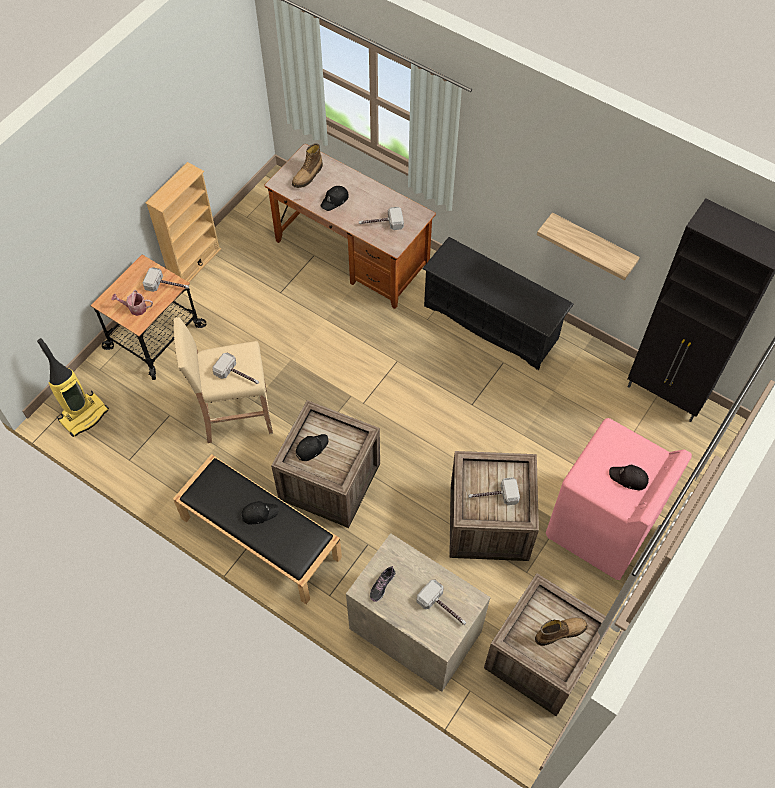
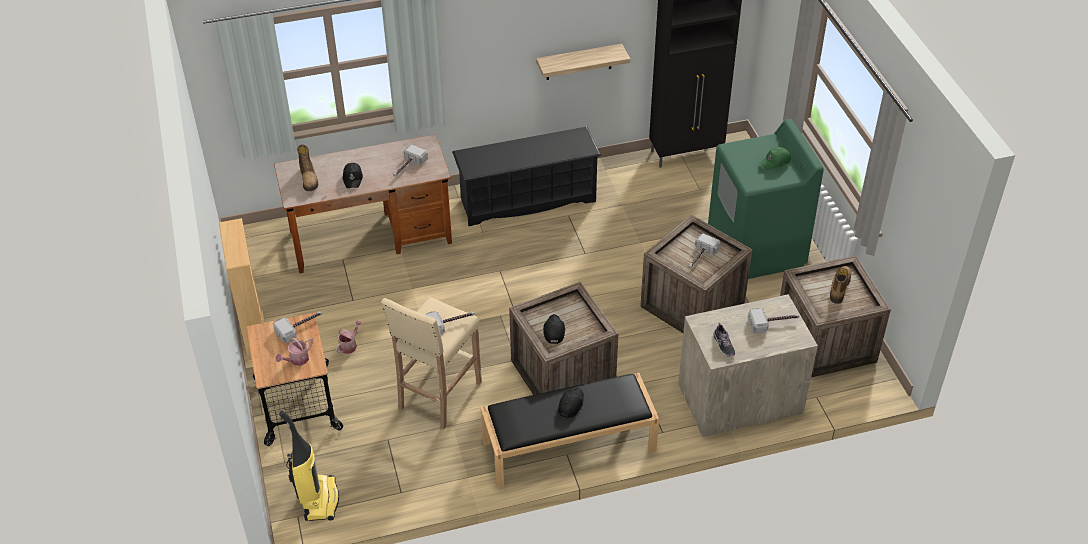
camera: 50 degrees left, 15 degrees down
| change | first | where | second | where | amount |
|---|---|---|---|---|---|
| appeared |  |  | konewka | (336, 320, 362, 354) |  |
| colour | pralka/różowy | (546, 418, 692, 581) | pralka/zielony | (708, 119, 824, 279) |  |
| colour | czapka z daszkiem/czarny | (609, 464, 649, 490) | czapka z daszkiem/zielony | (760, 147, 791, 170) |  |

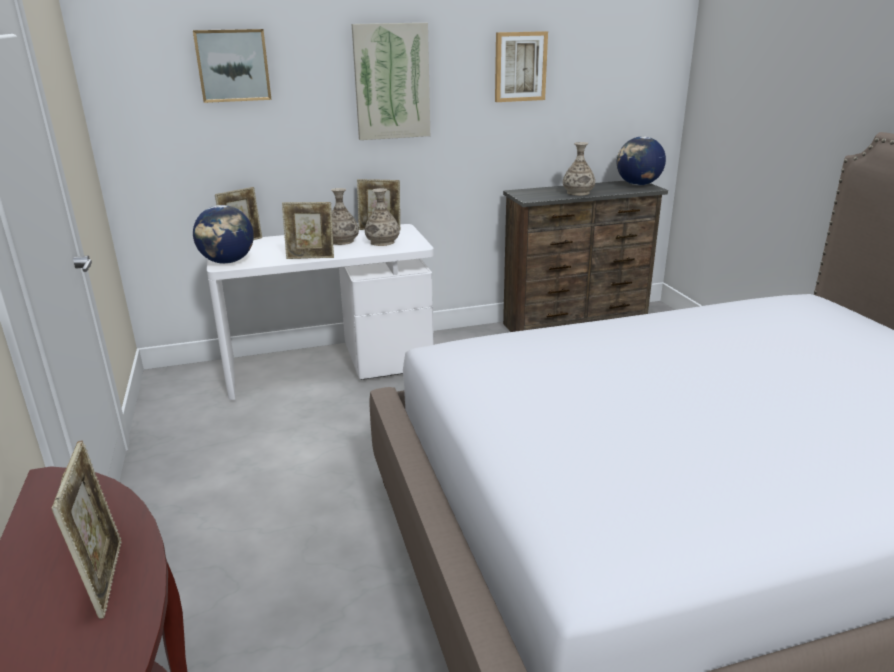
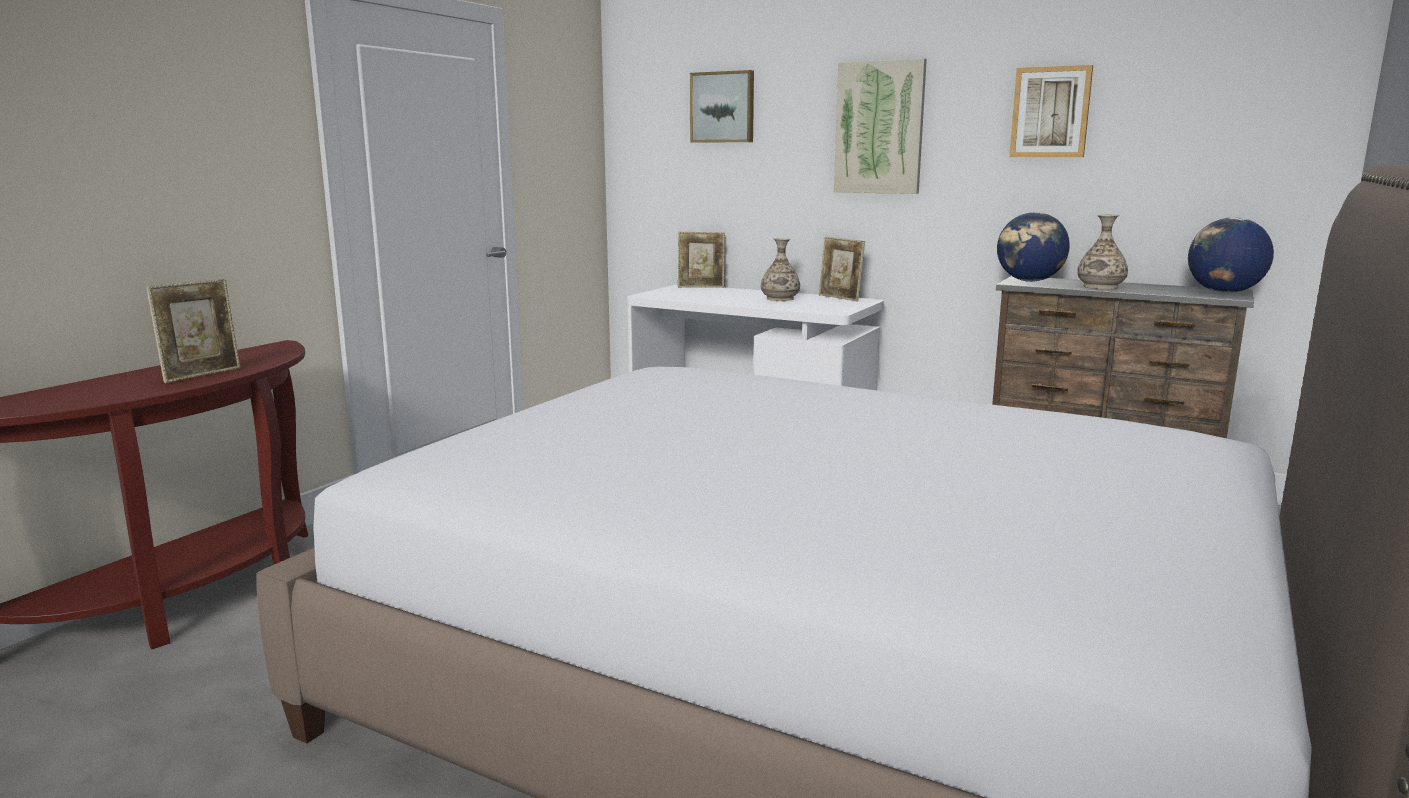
camera: 45 degrees right, 10 degrees down
| change | first | where | second | where | amount |
|---|---|---|---|---|---|
| missing | ramka na zdjęcie | (282, 202, 334, 259) |  |  |  |
| missing | wazon | (365, 188, 400, 246) |  |  |  |
| relocated | globus | (193, 205, 254, 264) |  | (997, 212, 1070, 282) |  |

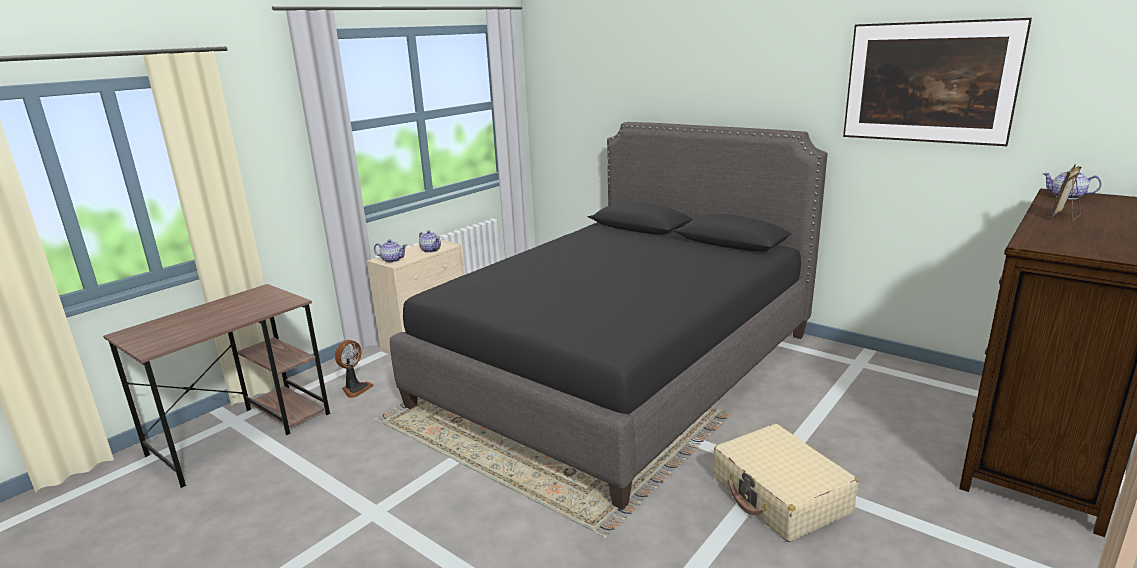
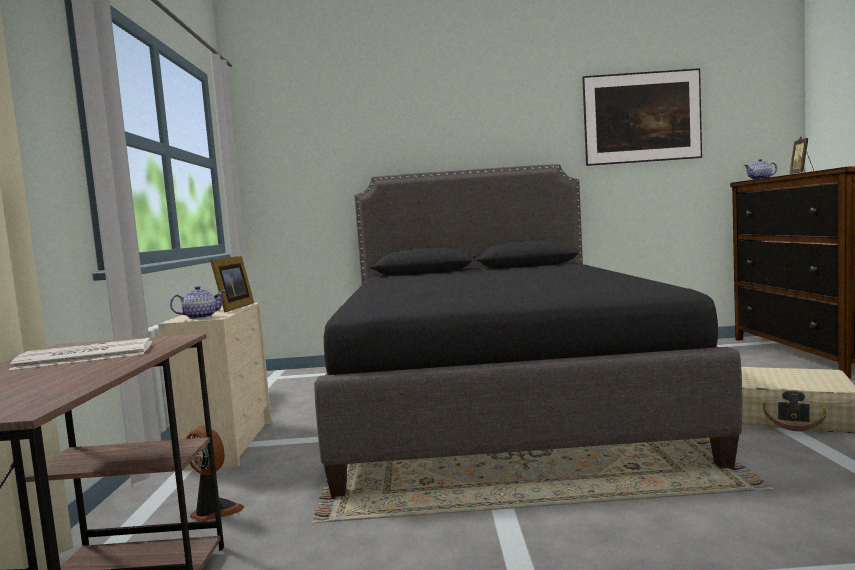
camera: 40 degrees left, 15 degrees down
| change | first | where | second | where | amount |
|---|---|---|---|---|---|
| appeared |  |  | gazeta | (9, 338, 152, 370) |  |
| exchanged | imbryk | (419, 230, 441, 253) | ramka na zdjęcie | (210, 256, 254, 313) |  |
| spun | wentylator | (335, 340, 374, 398) |  | (186, 425, 244, 521) | 45 degrees counterclockwise |

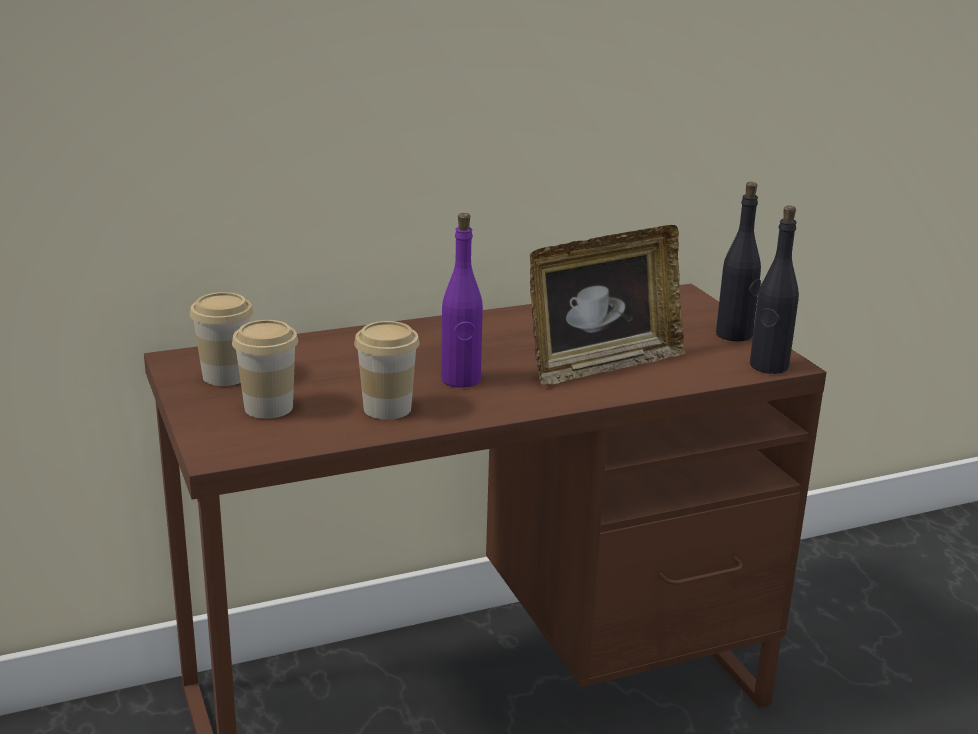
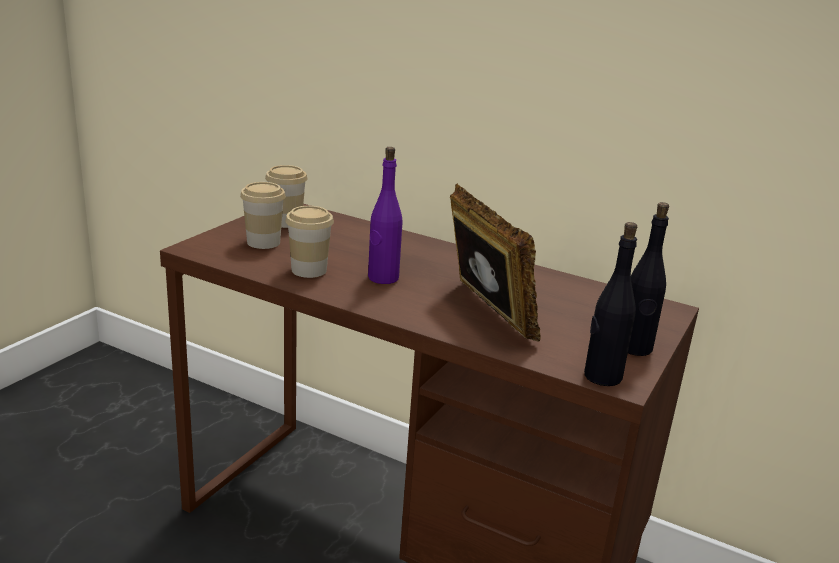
camera: 50 degrees right, 0 degrees up
| change | first | where | second | where | amount |
|---|---|---|---|---|---|
| spun | ramka na zdjęcie | (530, 225, 686, 385) |  | (450, 183, 540, 342) | 135 degrees counterclockwise |

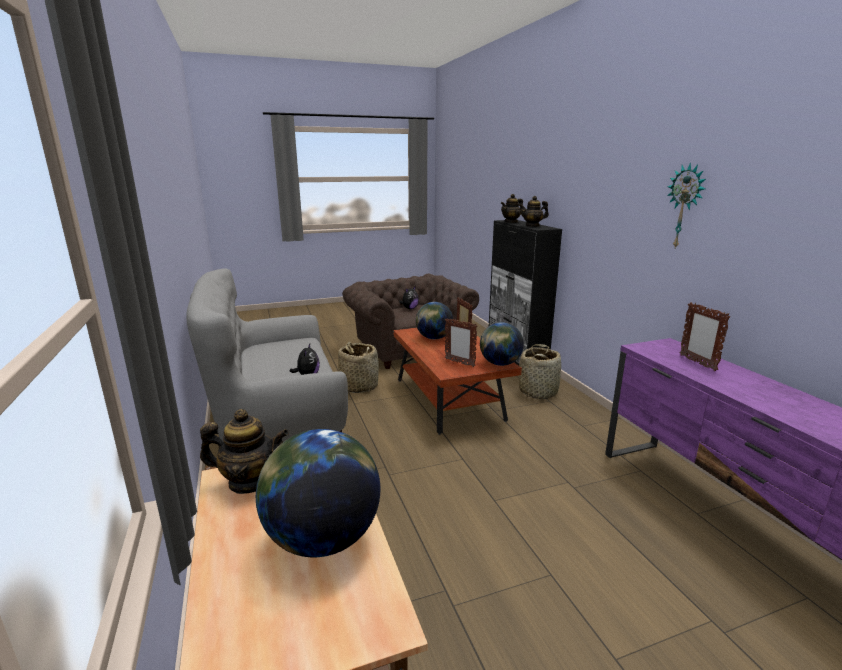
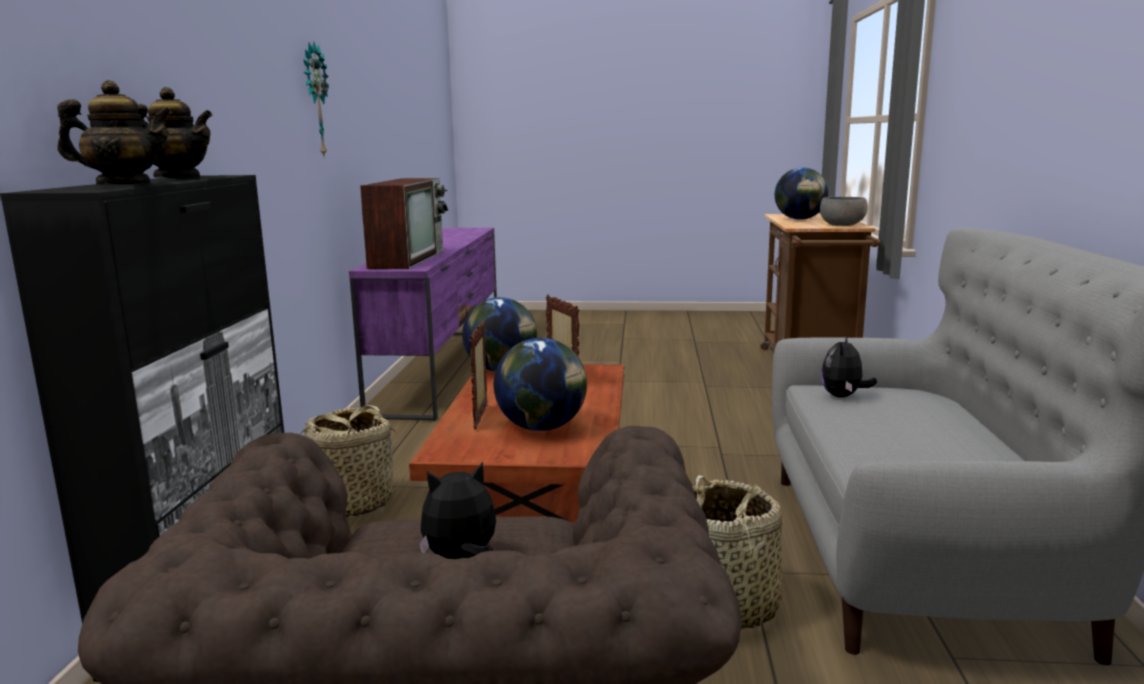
camera: 155 degrees left, 5 degrees down
| change | first | where | second | where | amount |
|---|---|---|---|---|---|
| exchanged | imbryk | (200, 409, 289, 494) | miska/szary | (820, 197, 868, 226) |  |
| exchanged | ramka na zdjęcie | (680, 302, 730, 371) | telewizor | (360, 178, 448, 269) |  |

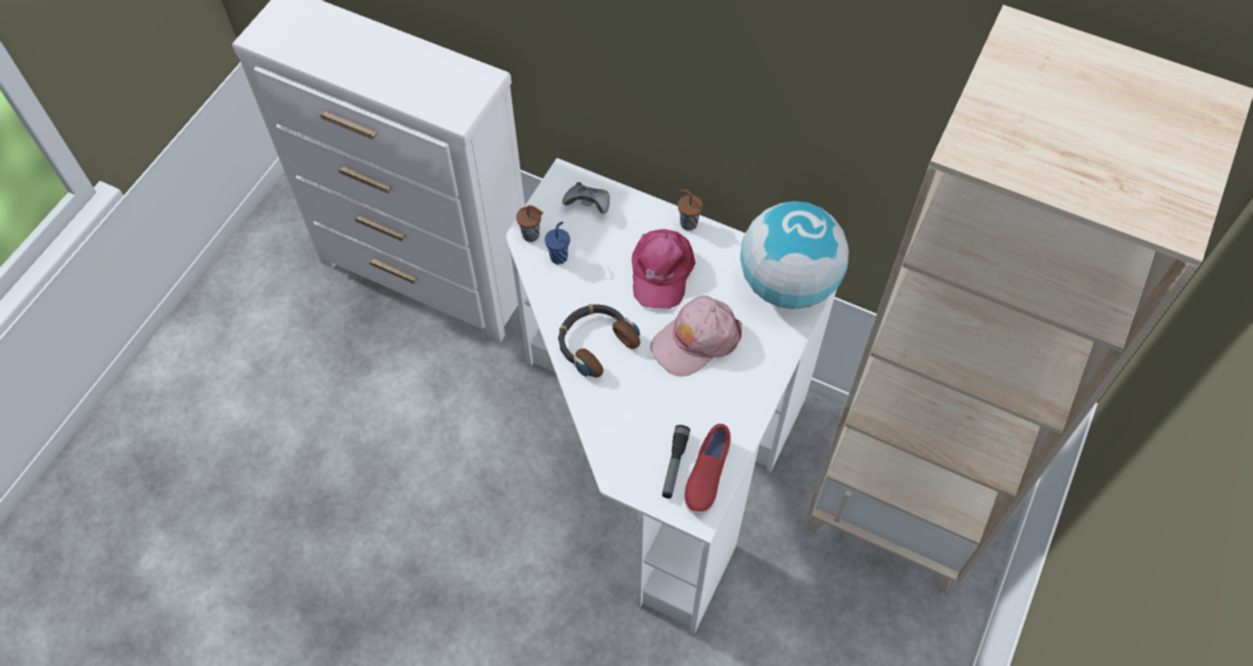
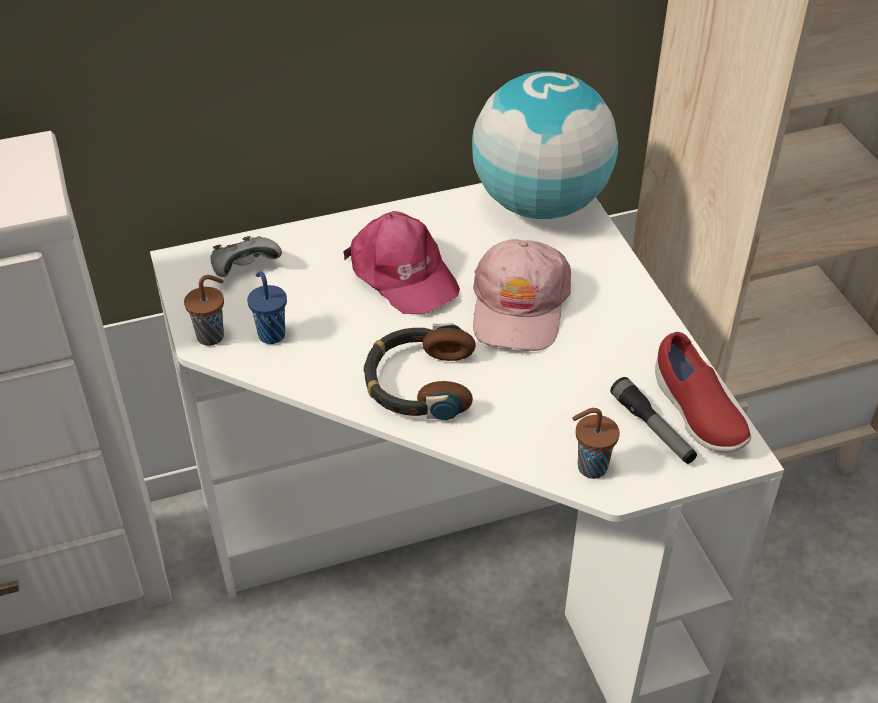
camera: 45 degrees left, 15 degrees down
| change | first | where | second | where | amount |
|---|---|---|---|---|---|
| relocated | filiżanka/brązowy | (678, 190, 703, 231) |  | (572, 408, 620, 479) |  |

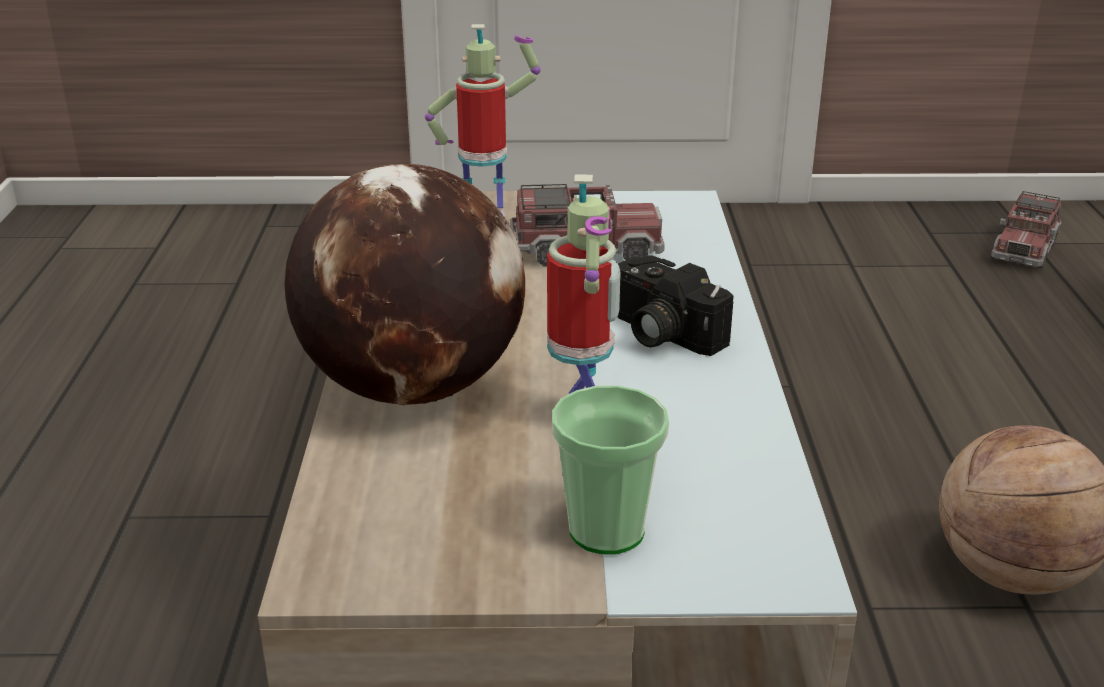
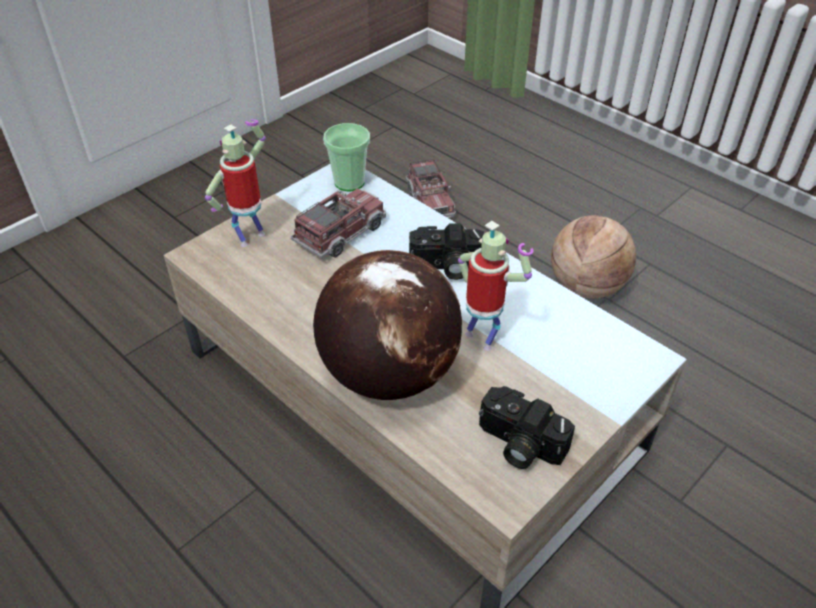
camera: 45 degrees left, 15 degrees up
| change | first | where | second | where | amount |
|---|---|---|---|---|---|
| appeared |  |  | aparat fotograficzny | (479, 386, 575, 469) |  |
| relocated | filiżanka | (552, 386, 669, 555) |  | (323, 123, 370, 191) |  |
| relocated | ciężarówka zabawkowa | (991, 191, 1062, 268) |  | (405, 159, 456, 218) |  |

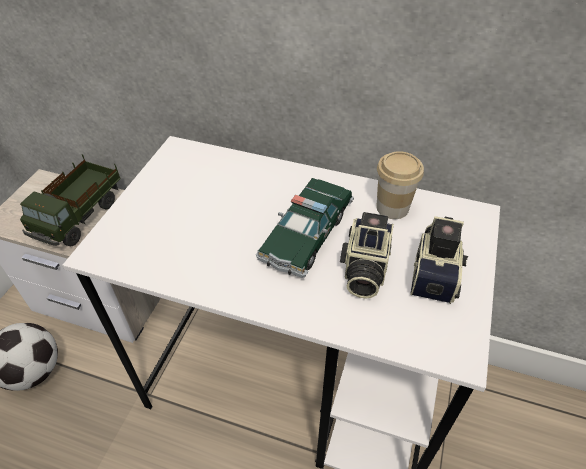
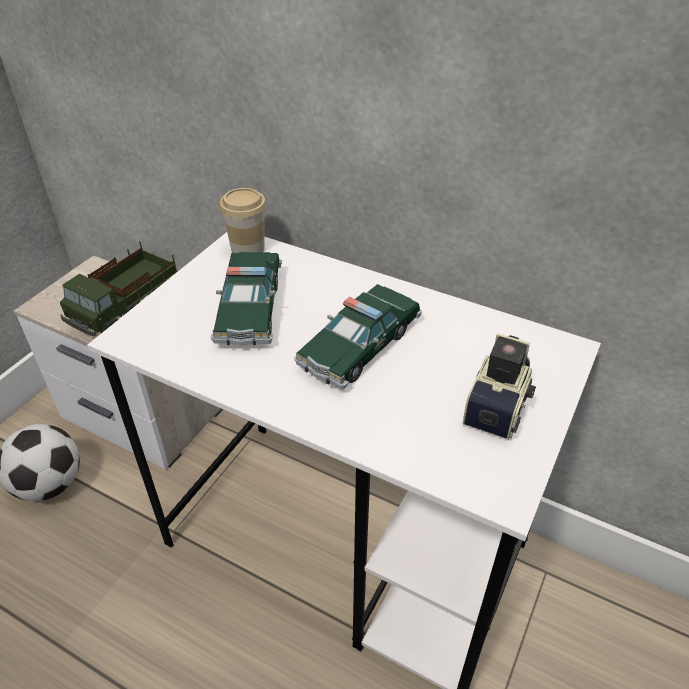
camera: 10 degrees right, 5 degrees down
| change | first | where | second | where | amount |
|---|---|---|---|---|---|
| missing | aparat fotograficzny | (340, 212, 394, 299) |  |  |  |
| appeared |  |  | samochodzik | (211, 252, 282, 346) |  |
| relocated | filiżanka | (376, 151, 424, 219) |  | (219, 188, 266, 253) |  |

